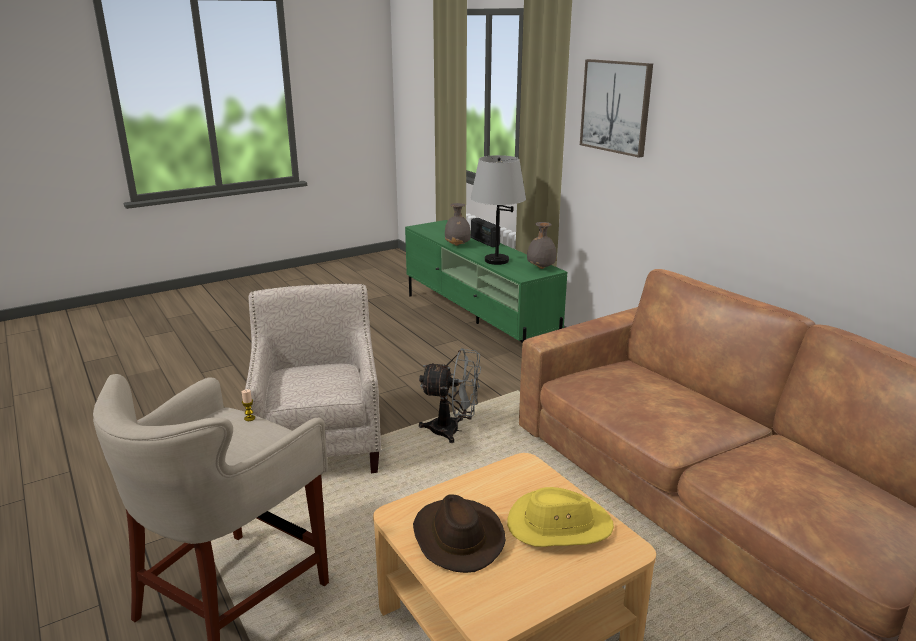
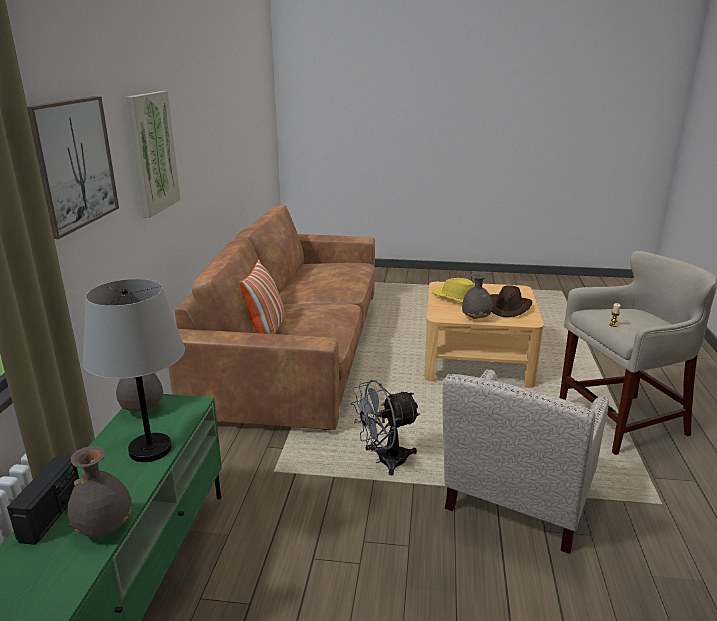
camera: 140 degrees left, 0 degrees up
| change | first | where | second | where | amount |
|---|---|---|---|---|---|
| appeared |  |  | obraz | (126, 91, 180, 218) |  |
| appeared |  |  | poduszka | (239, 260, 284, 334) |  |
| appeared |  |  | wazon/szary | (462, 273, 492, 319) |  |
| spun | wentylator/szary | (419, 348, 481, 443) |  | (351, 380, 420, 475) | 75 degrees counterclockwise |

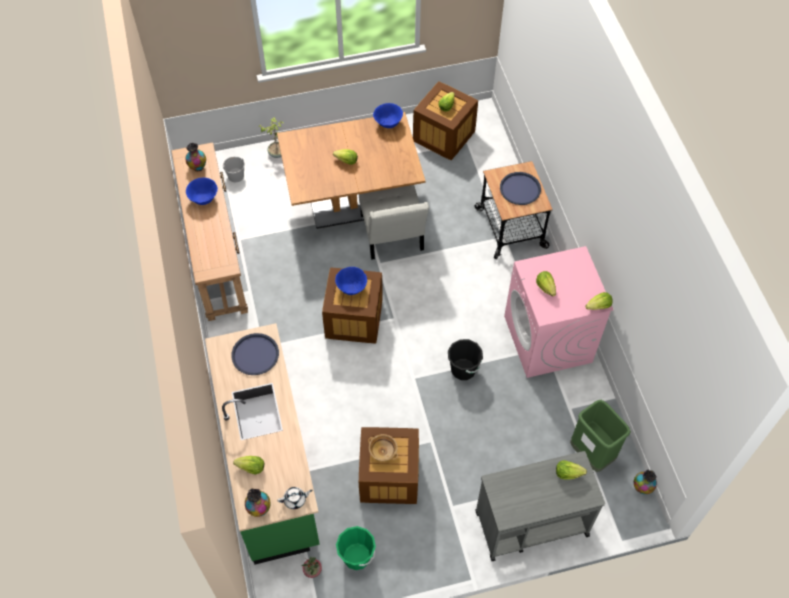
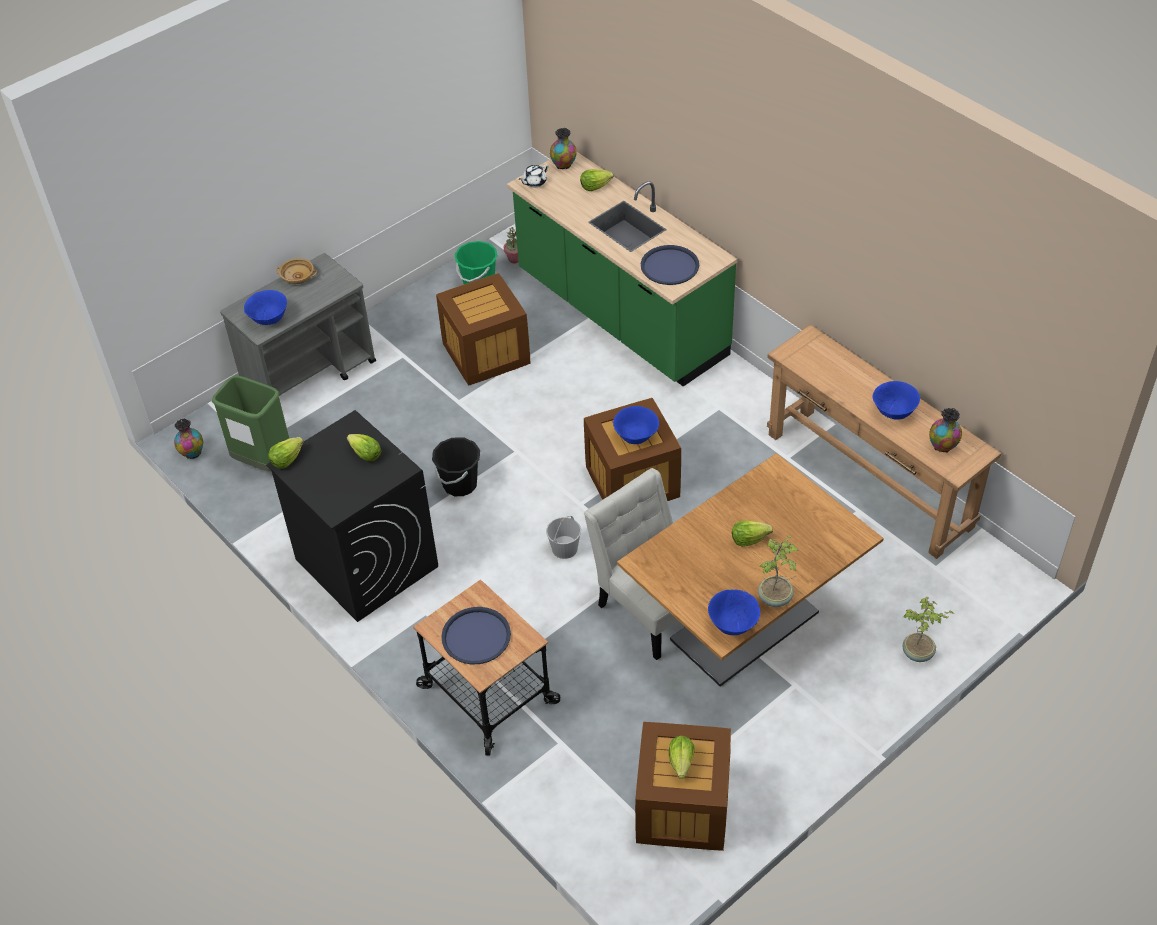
camera: 155 degrees right, 10 degrees down
| change | first | where | second | where | amount |
|---|---|---|---|---|---|
| appeared |  |  | roślina doniczkowa | (758, 536, 798, 607) |  |
| relocated | wiadro/biały | (223, 156, 245, 182) |  | (546, 516, 581, 559) |  |
| relocated | miska/beżowy | (368, 434, 398, 461) |  | (276, 258, 317, 284) |  |
| exchanged | sałata | (556, 460, 587, 479) | miska/niebieski | (244, 290, 287, 325) |  |
| colour | pralka/różowy | (504, 246, 614, 378) | pralka/czarny | (266, 410, 438, 622) |  |

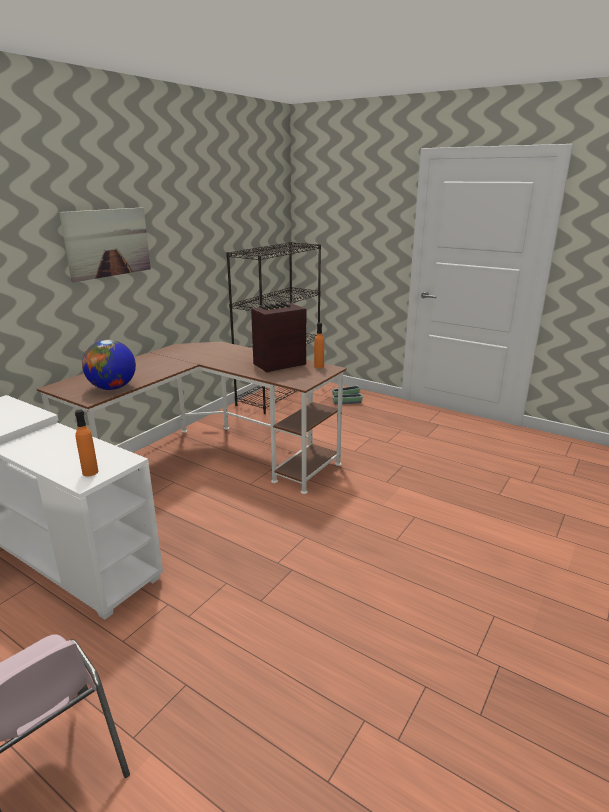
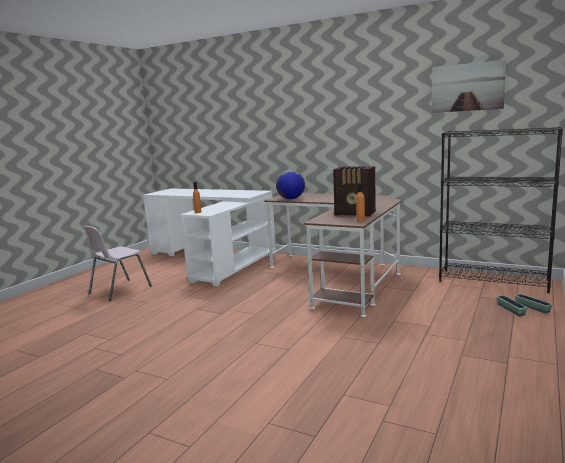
camera: 85 degrees right, 10 degrees down
| change | first | where | second | where | amount |
|---|---|---|---|---|---|
| relocated | obraz | (59, 207, 151, 282) |  | (432, 60, 506, 113) |  |
| spun | radio | (251, 303, 306, 373) |  | (333, 166, 376, 216) | 150 degrees clockwise |

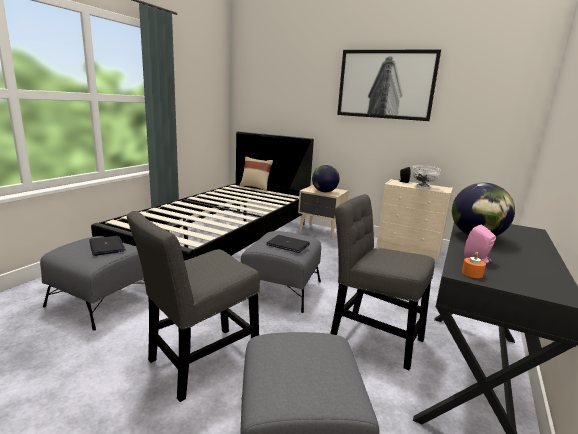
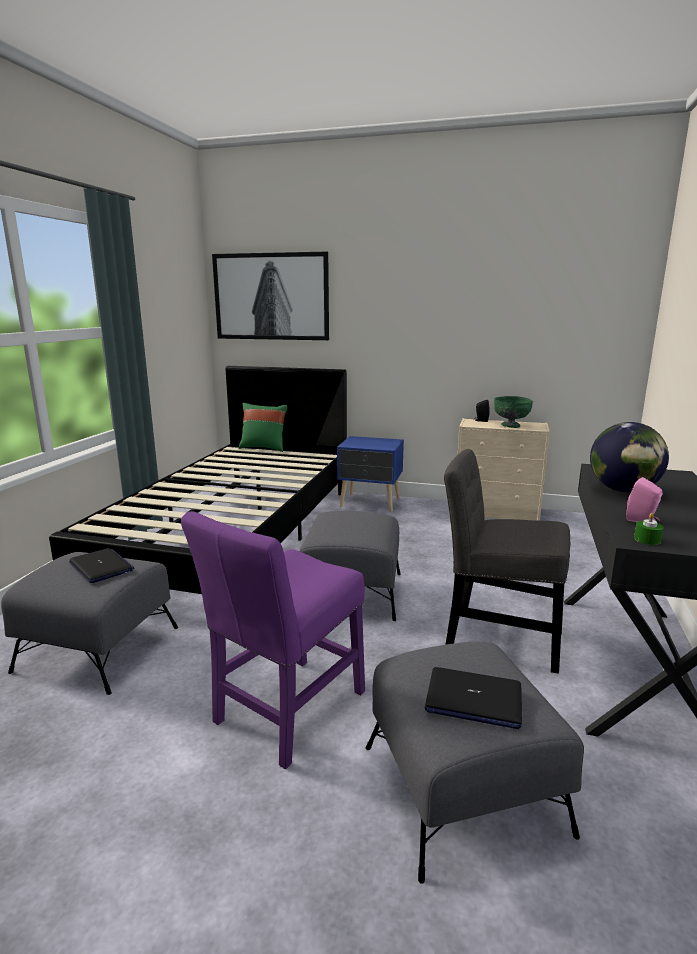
camera: 10 degrees left, 0 degrees up
| change | first | where | second | where | amount |
|---|---|---|---|---|---|
| missing | globus | (312, 165, 340, 192) |  |  |  |
| relocated | laptop | (266, 235, 310, 253) |  | (425, 667, 522, 729) |  |
| relocated | obraz | (337, 50, 441, 121) |  | (212, 252, 329, 340) |  |
| colour | krzesło/szary | (127, 211, 260, 402) | krzesło/fioletowy | (181, 512, 365, 769) |  |
| colour | poduszka/beżowy | (239, 156, 273, 191) | poduszka/zielony | (239, 403, 287, 452) |  |
| colour | szafka nocna/beżowy | (298, 185, 349, 239) | szafka nocna/niebieski | (337, 436, 404, 512) |  |
| colour | miska/biały | (412, 165, 441, 189) | miska/zielony | (494, 396, 533, 428) |  |
| colour | świeca/pomarańczowy | (462, 252, 486, 278) | świeca/zielony | (634, 513, 664, 545) |  |

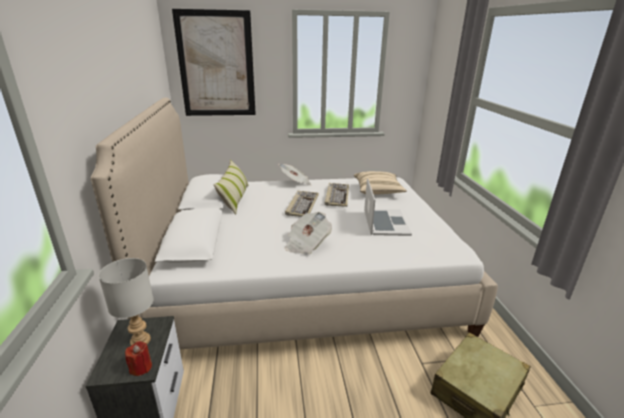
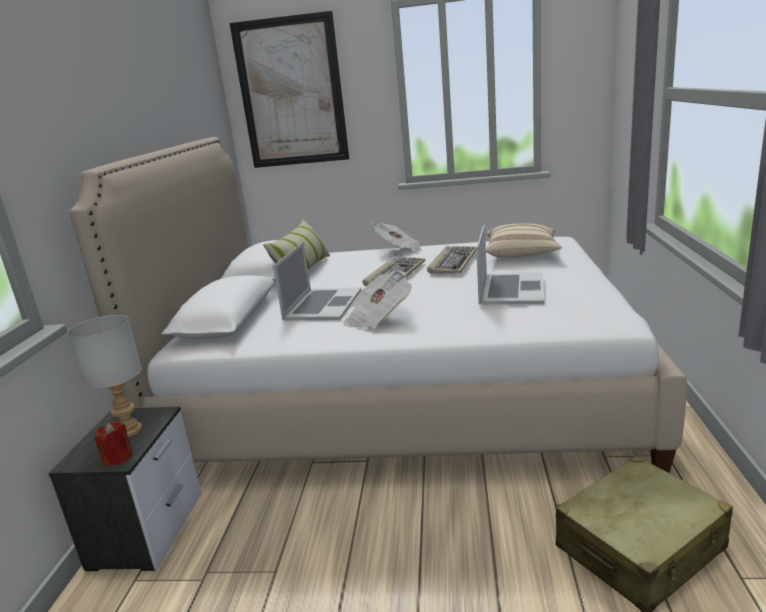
camera: 15 degrees right, 5 degrees down
| change | first | where | second | where | amount |
|---|---|---|---|---|---|
| appeared |  |  | laptop | (273, 242, 361, 321) |  |

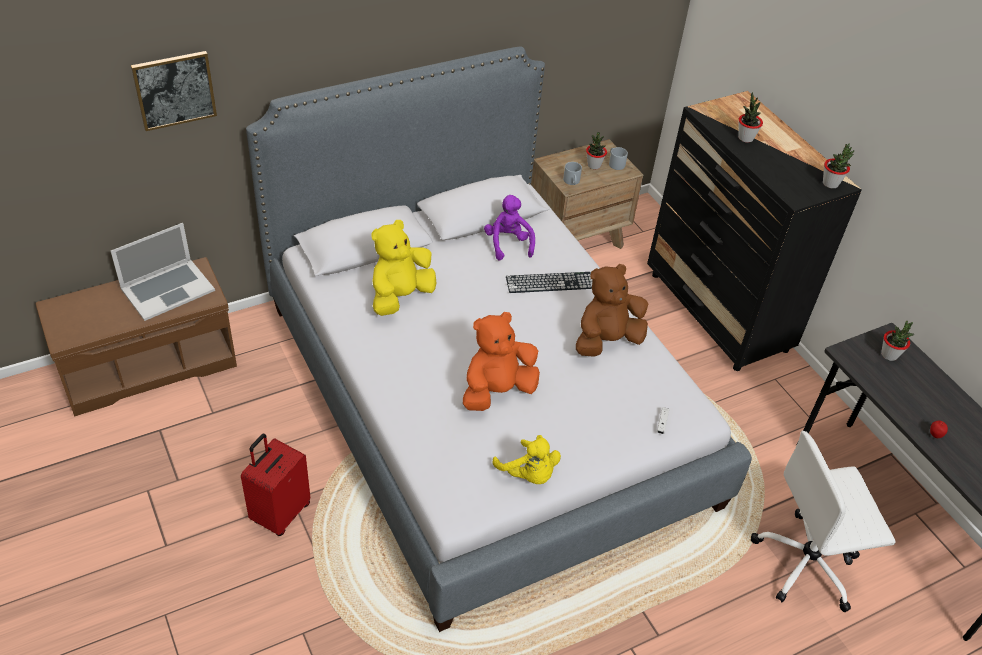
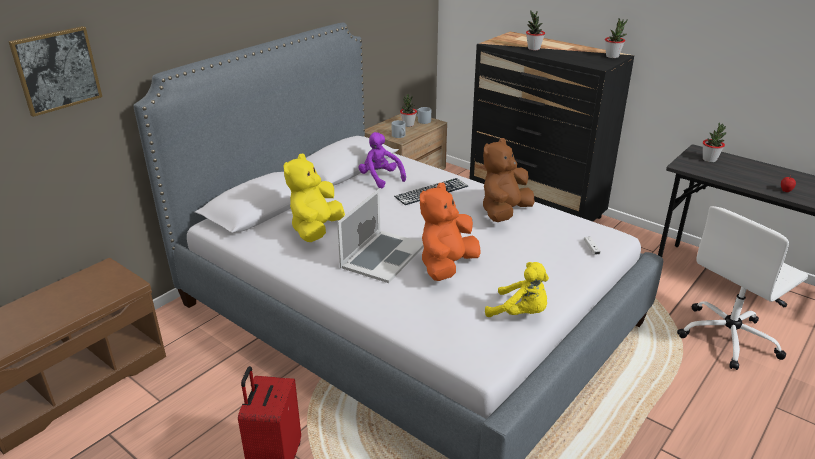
camera: 20 degrees left, 15 degrees down
| change | first | where | second | where | amount |
|---|---|---|---|---|---|
| relocated | laptop | (111, 223, 215, 321) |  | (337, 189, 424, 283) |  |

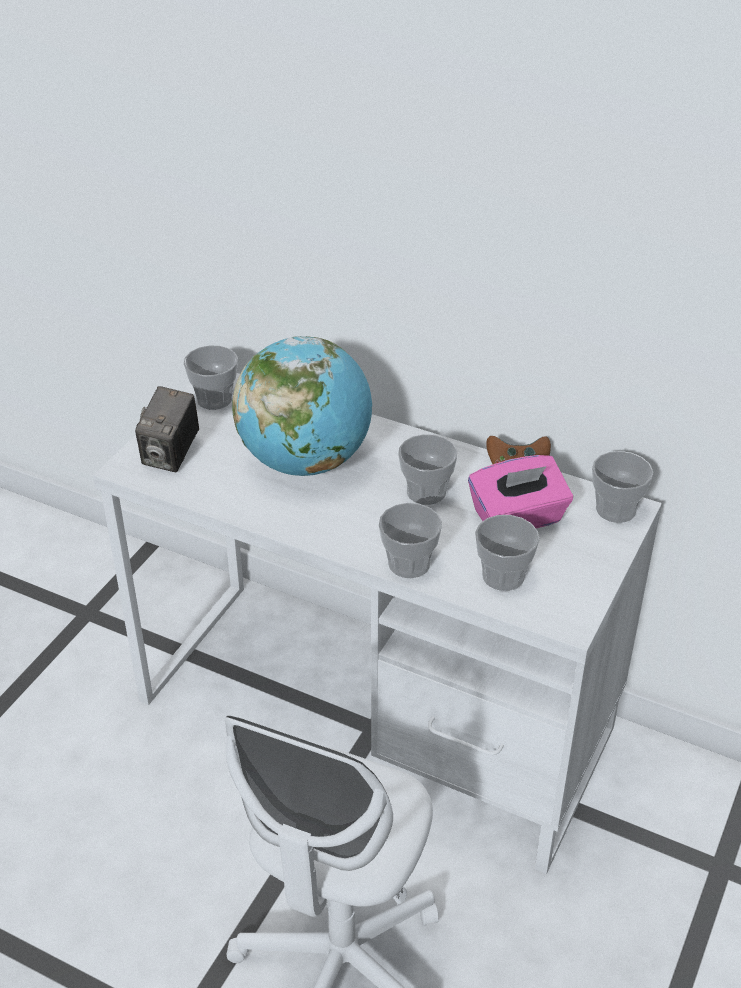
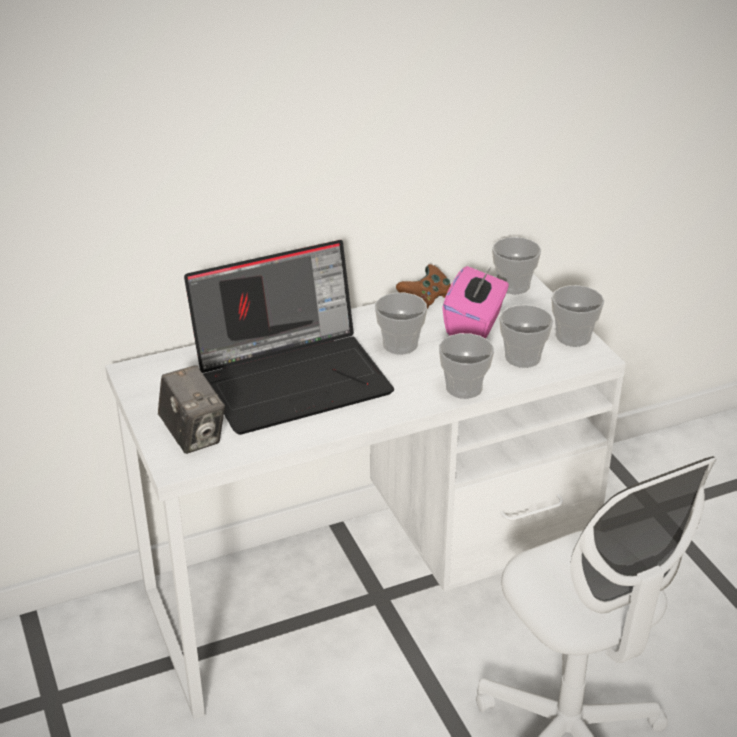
camera: 50 degrees left, 5 degrees down
| change | first | where | second | where | amount |
|---|---|---|---|---|---|
| relocated | filiżanka | (183, 346, 238, 410) |  | (551, 285, 604, 347) |  |
| exchanged | globus | (232, 336, 372, 476) | laptop | (184, 240, 394, 435) |  |

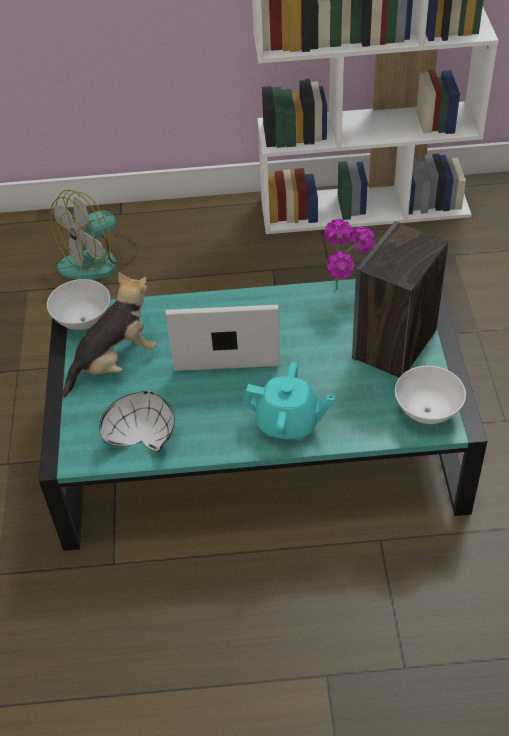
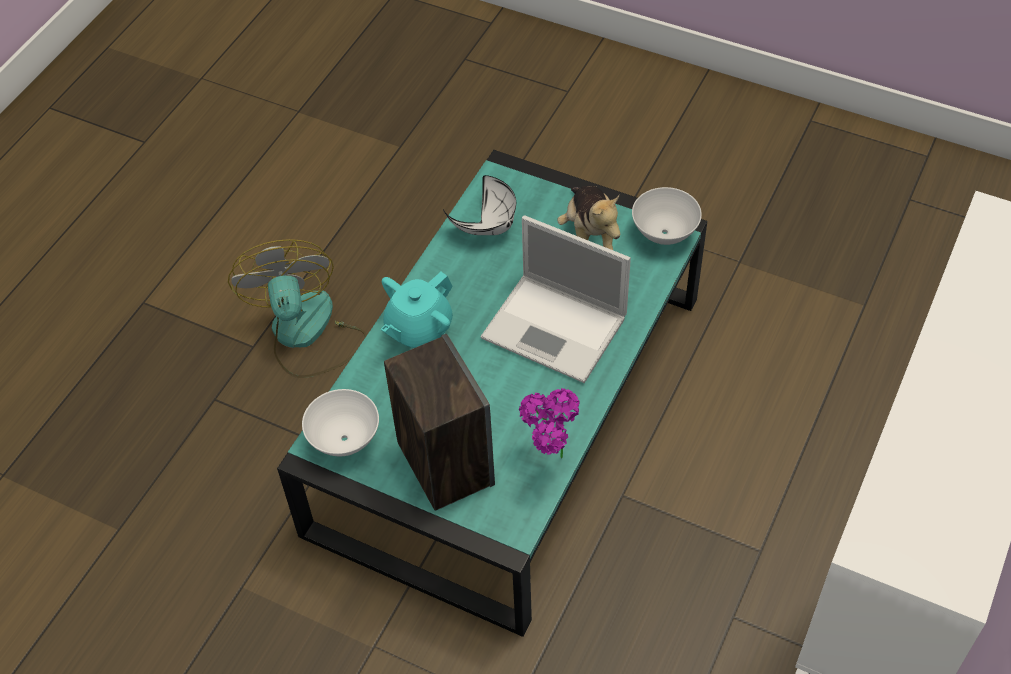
camera: 120 degrees right, 5 degrees up
| change | first | where | second | where | amount |
|---|---|---|---|---|---|
| relocated | wentylator | (50, 190, 139, 280) |  | (228, 239, 367, 378) |  |
| spun | laptop | (165, 305, 280, 371) |  | (480, 215, 631, 383) | 90 degrees clockwise |

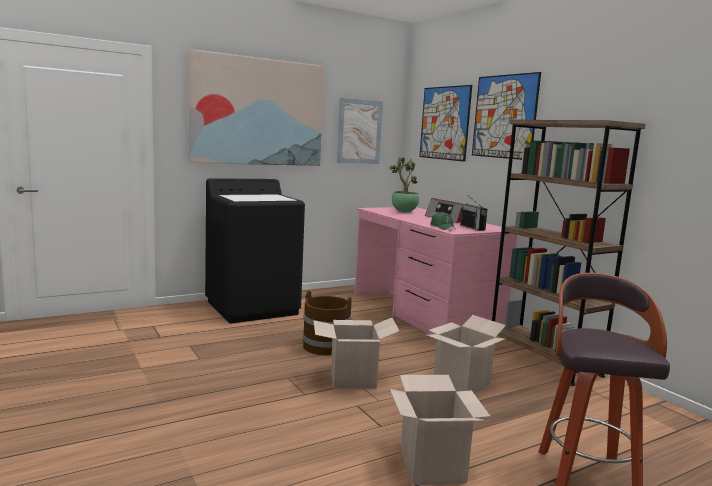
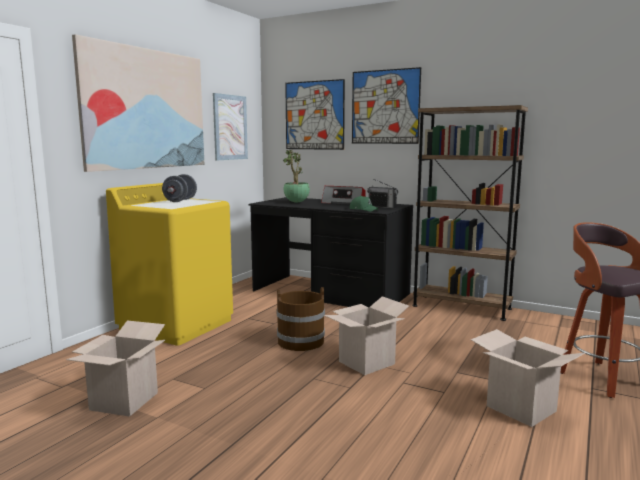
camera: 30 degrees left, 0 degrees up
| change | first | where | second | where | amount |
|---|---|---|---|---|---|
| appeared |  |  | hantel/szary | (162, 174, 197, 202) |  |
| relocated | karton | (426, 315, 506, 393) |  | (66, 320, 165, 417) |  |
| colour | pralka/czarny | (205, 178, 305, 323) | pralka/żółty | (106, 183, 233, 346) |  |
| colour | biurko/różowy | (354, 207, 517, 334) | biurko/czarny | (249, 197, 413, 307) |  |

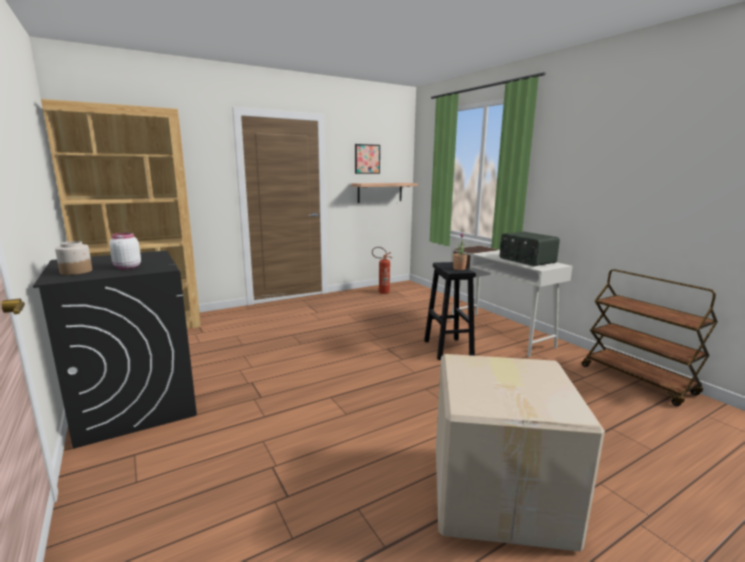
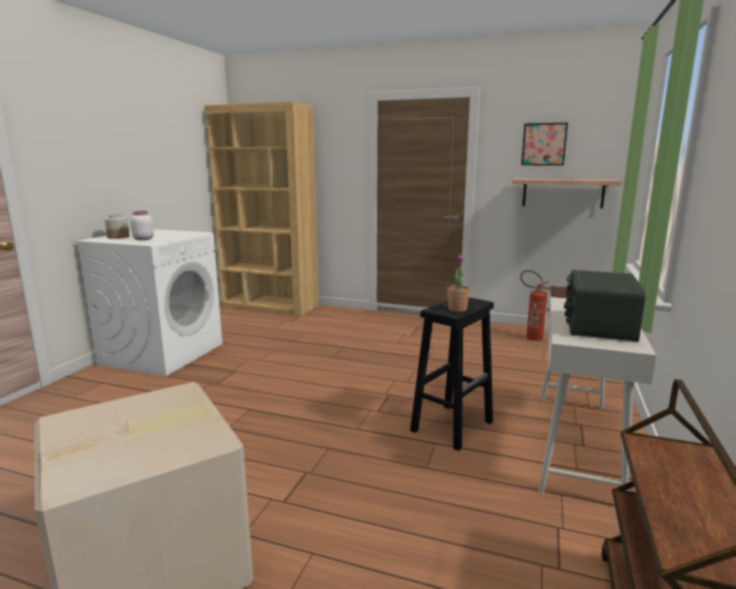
camera: 50 degrees right, 0 degrees up
| change | first | where | second | where | amount |
|---|---|---|---|---|---|
| colour | pralka/czarny | (33, 251, 197, 449) | pralka/biały | (75, 229, 222, 377) |  |

